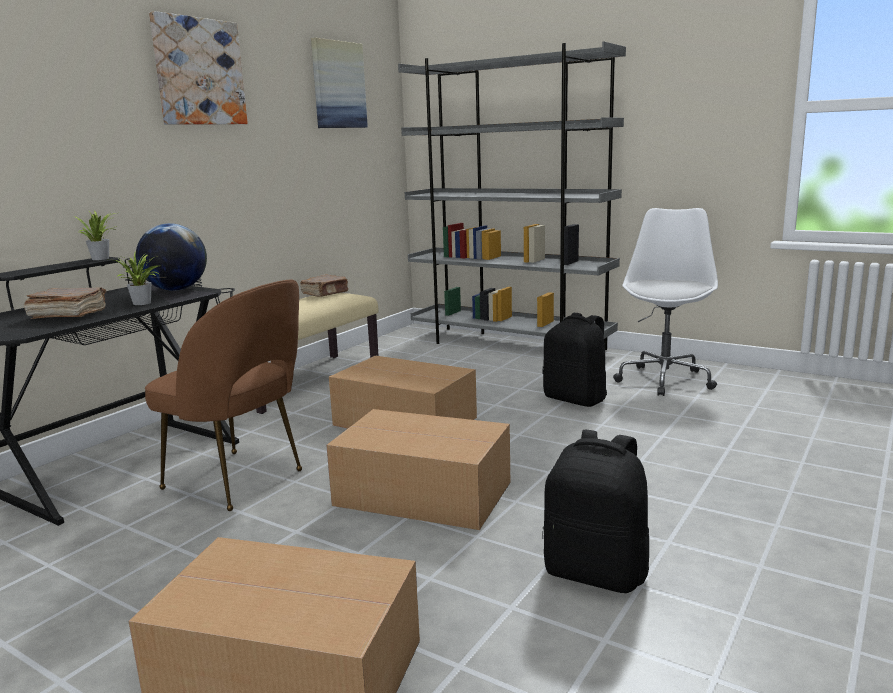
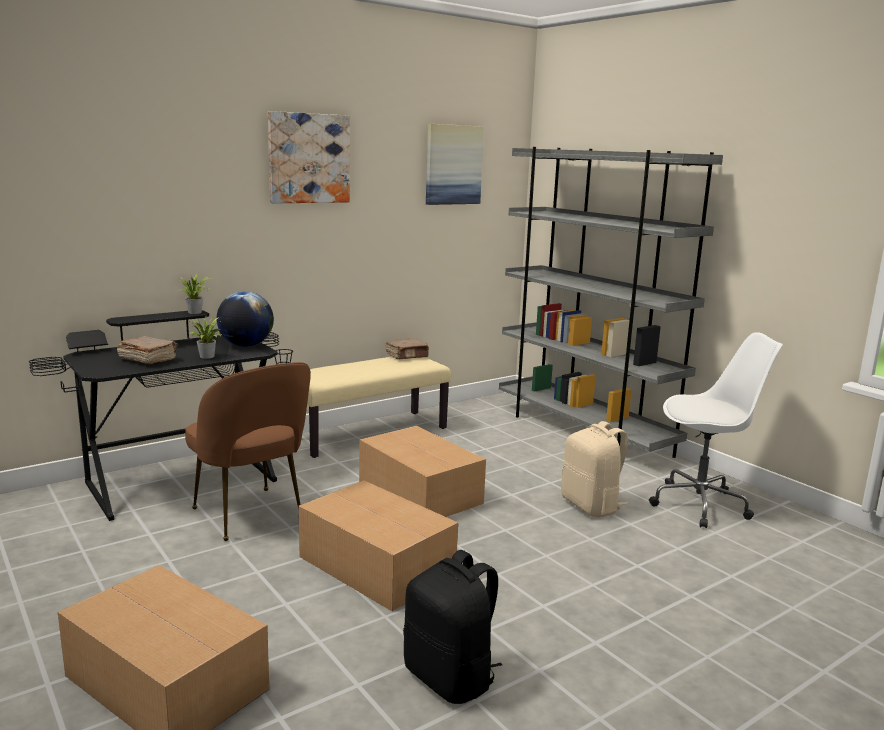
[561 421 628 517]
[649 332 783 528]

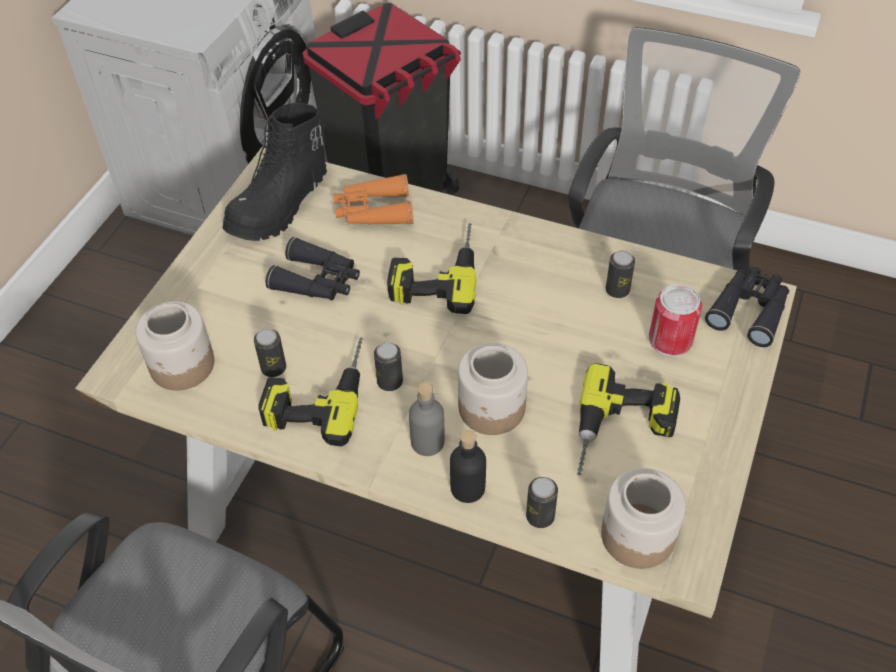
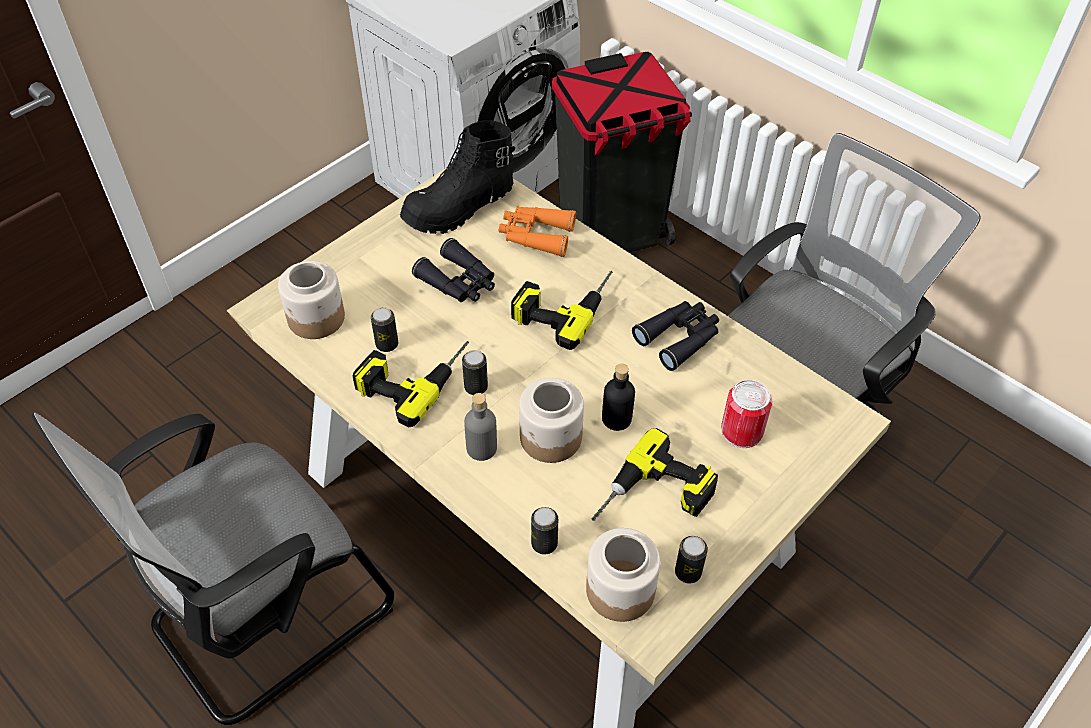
[602 363 635 431]
[675 536 708 583]
[632 301 719 371]

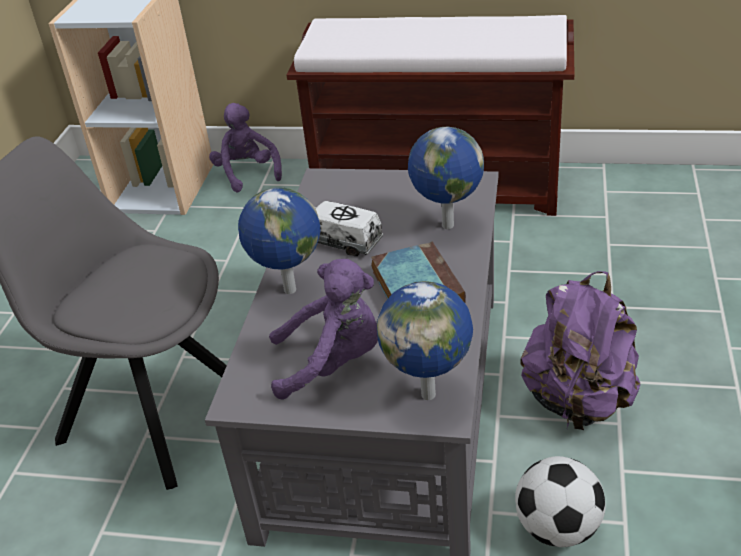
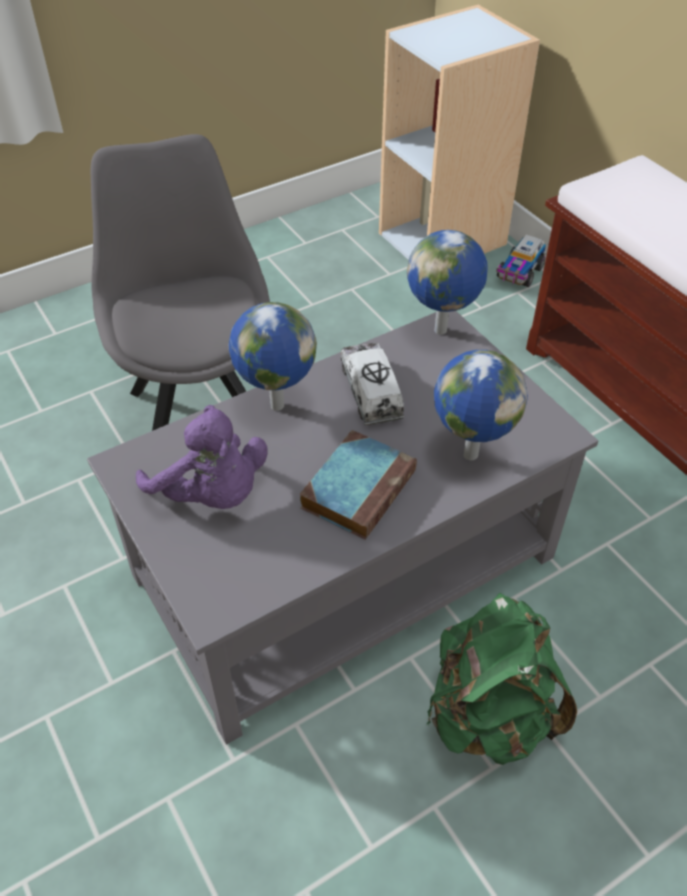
[515 456 606 547] (first image)
[407 230 488 335]
[496 235 546 287]
[427 593 577 765]

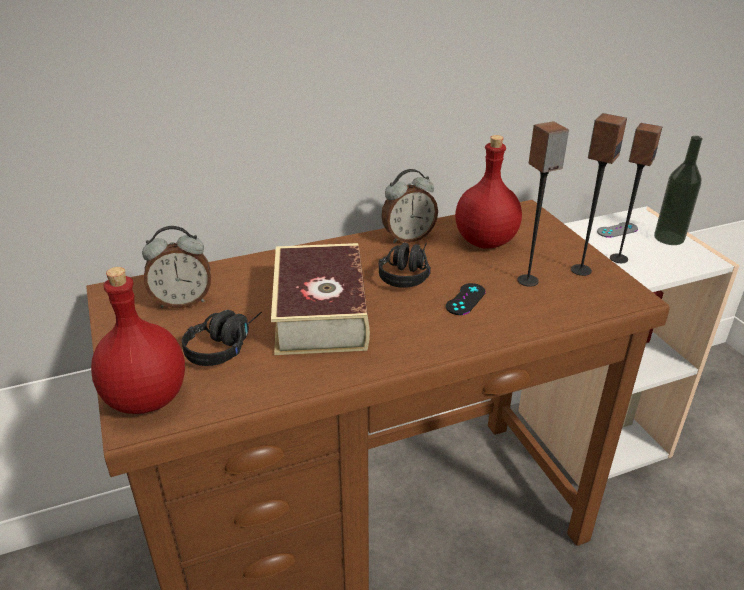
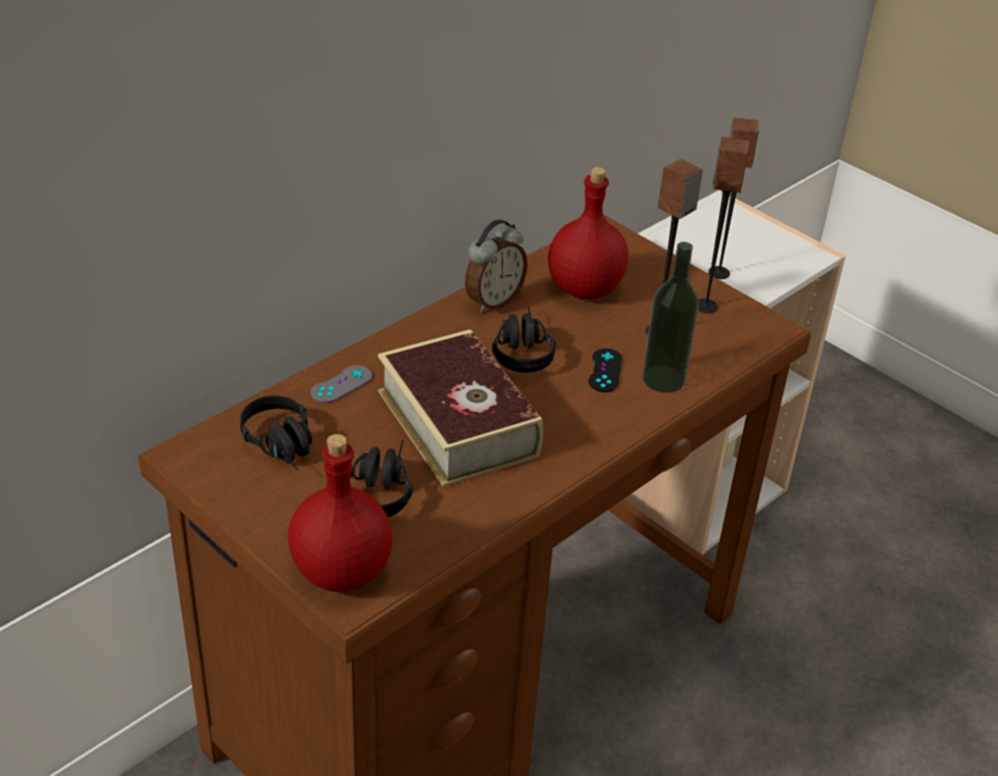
[311 365 372 403]
[642 242 699 393]
[240 396 312 471]

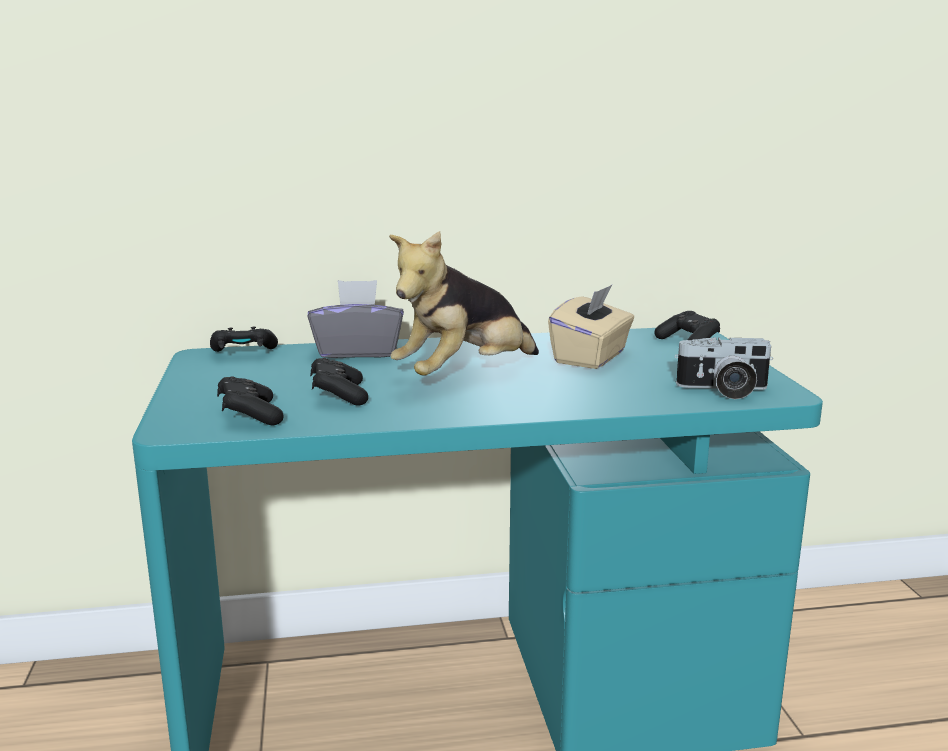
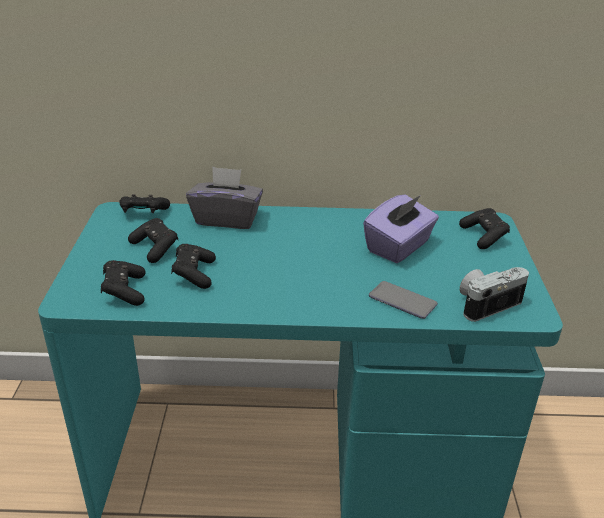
[389 231 539 375] (first image)
[128 218 178 263]
[369 281 438 319]
[363 194 439 263]
[460 267 529 322]

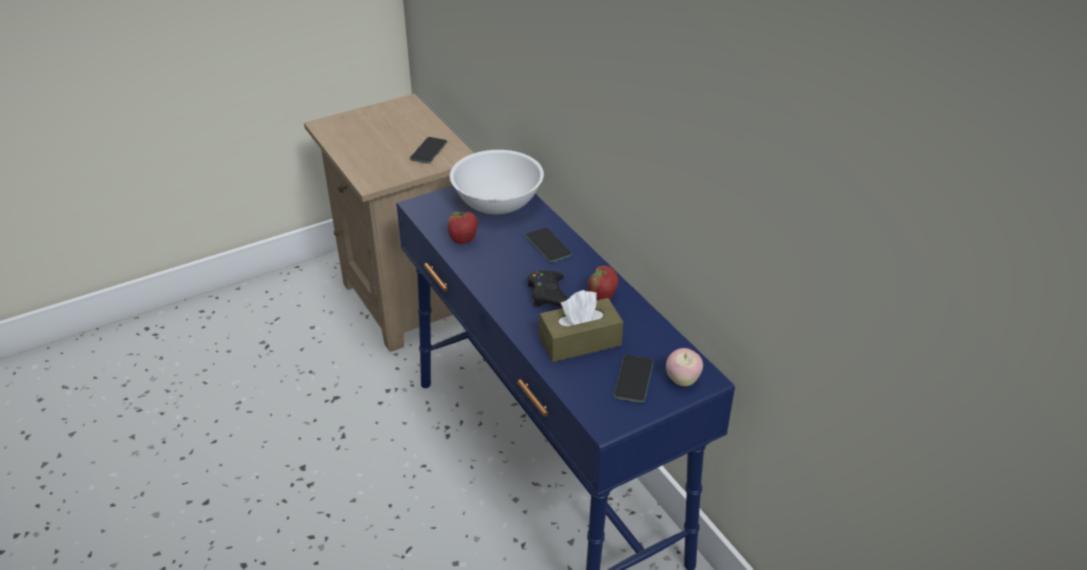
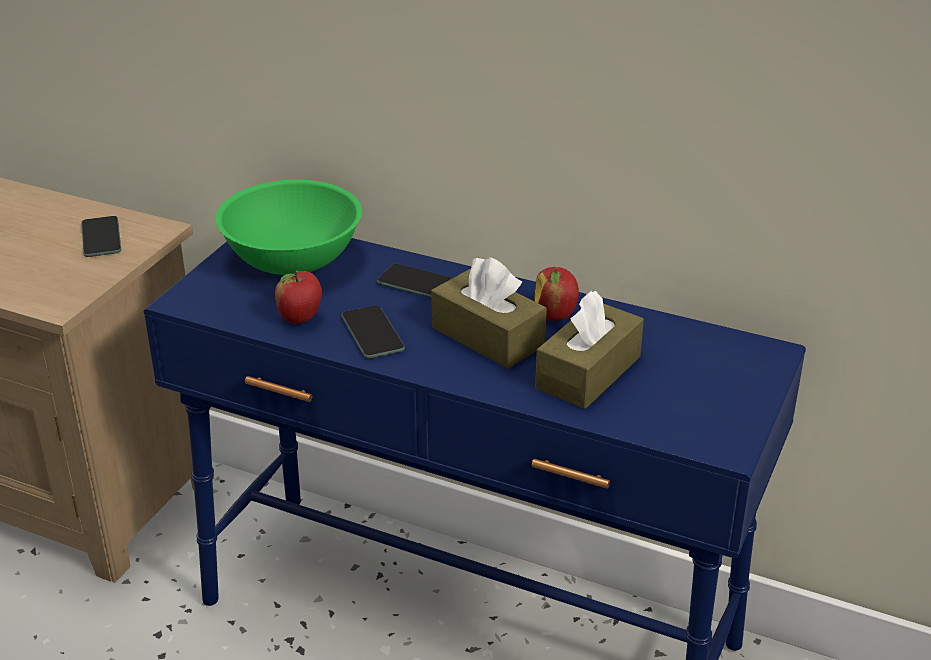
[666 348 703 387] (first image)
[341 305 405 359]
[431 257 547 369]
[215 180 362 275]

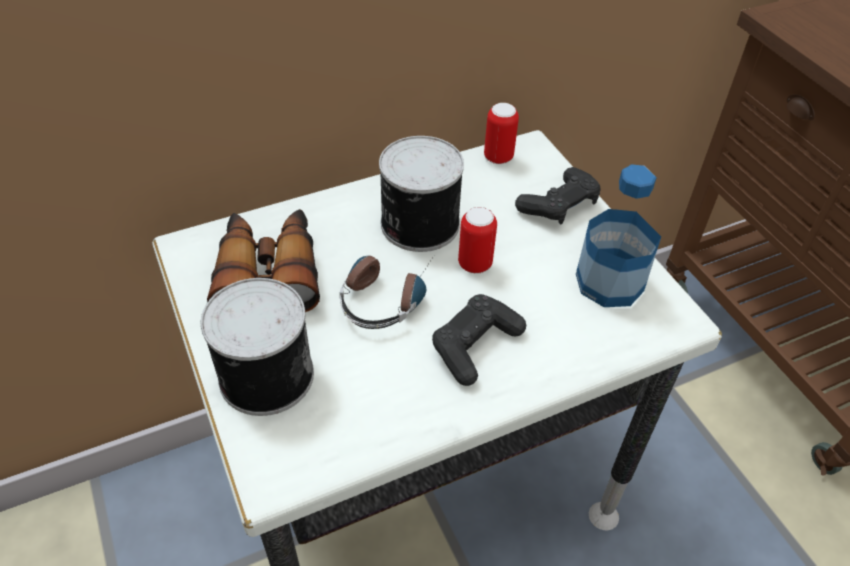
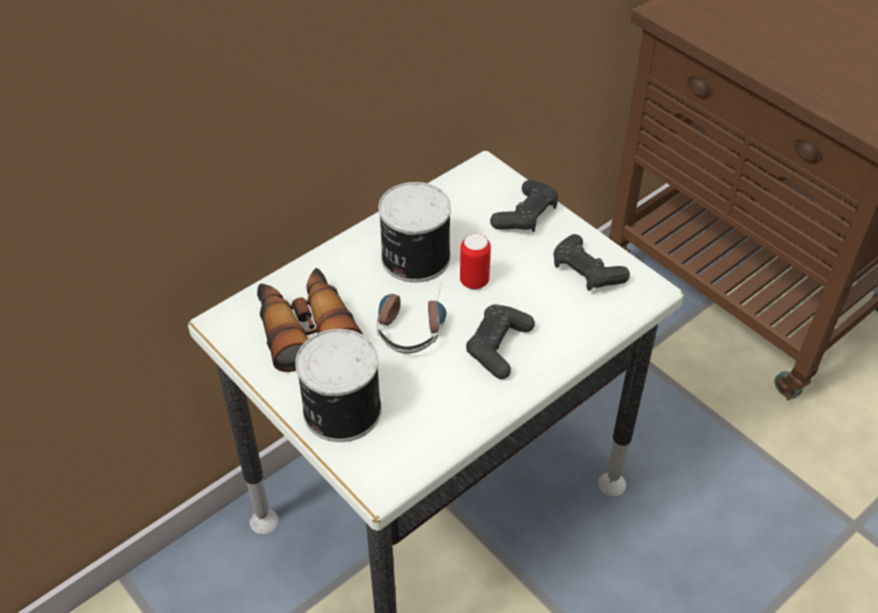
[484 103 519 164] (first image)
[554 234 630 291]

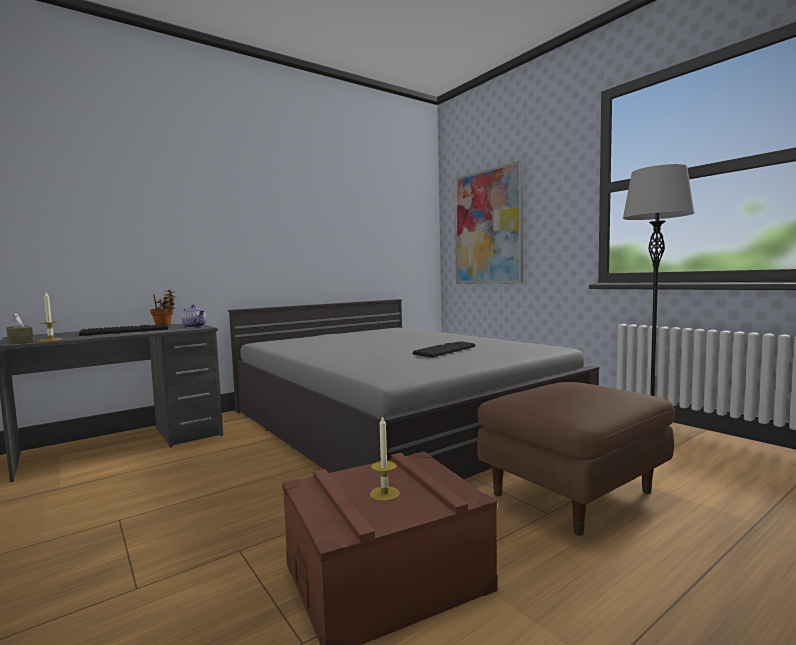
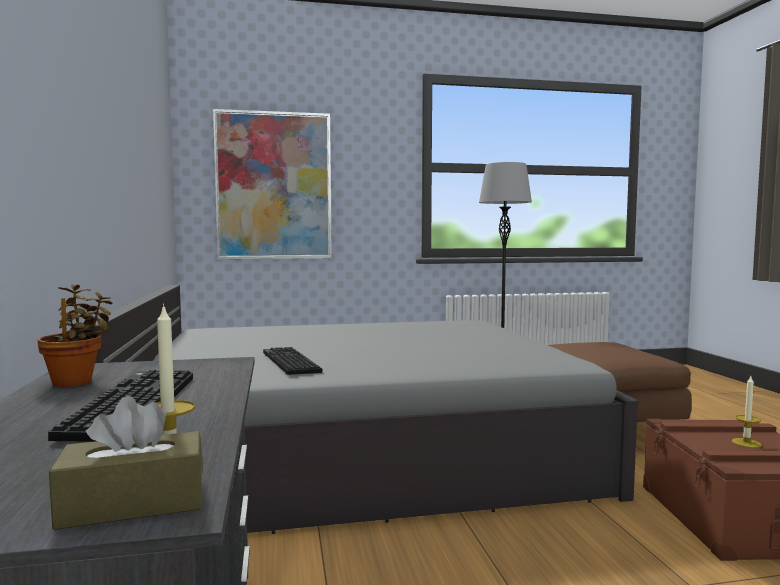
[181 304 207 328] (first image)
[263 347 322 375]

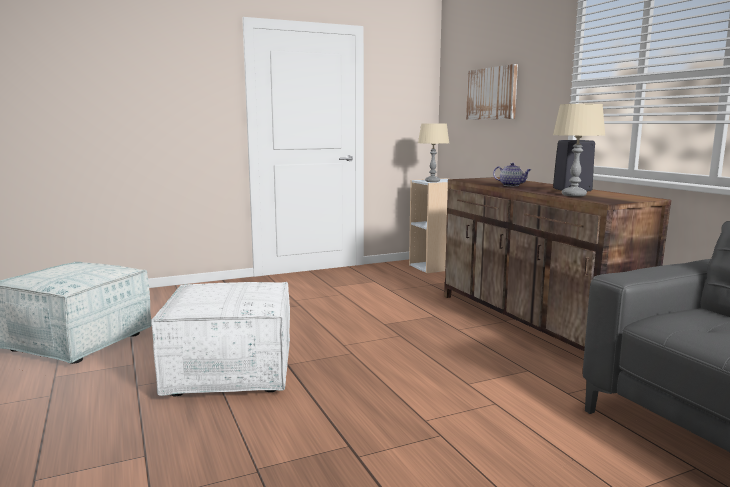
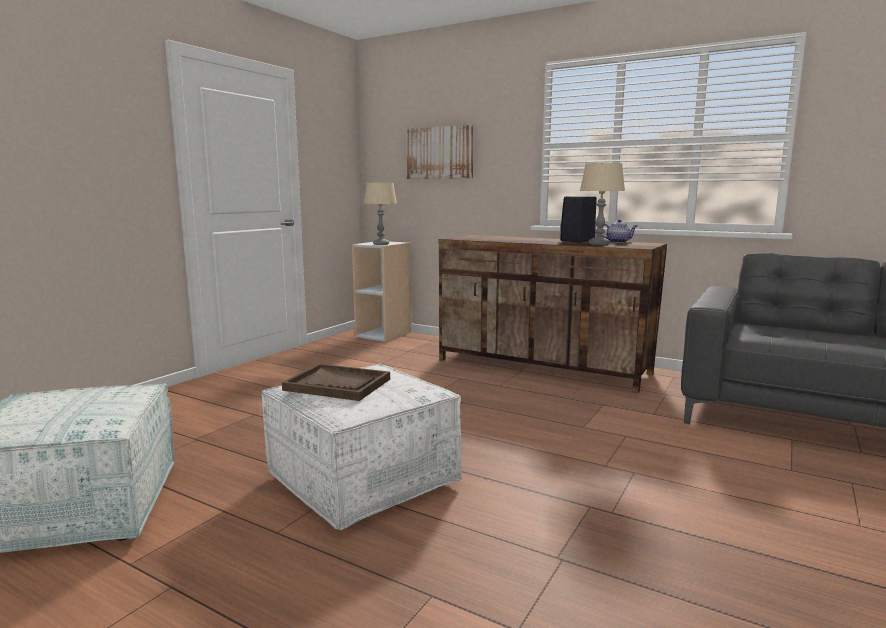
[282 364 390 401]
[602 220 637 243]

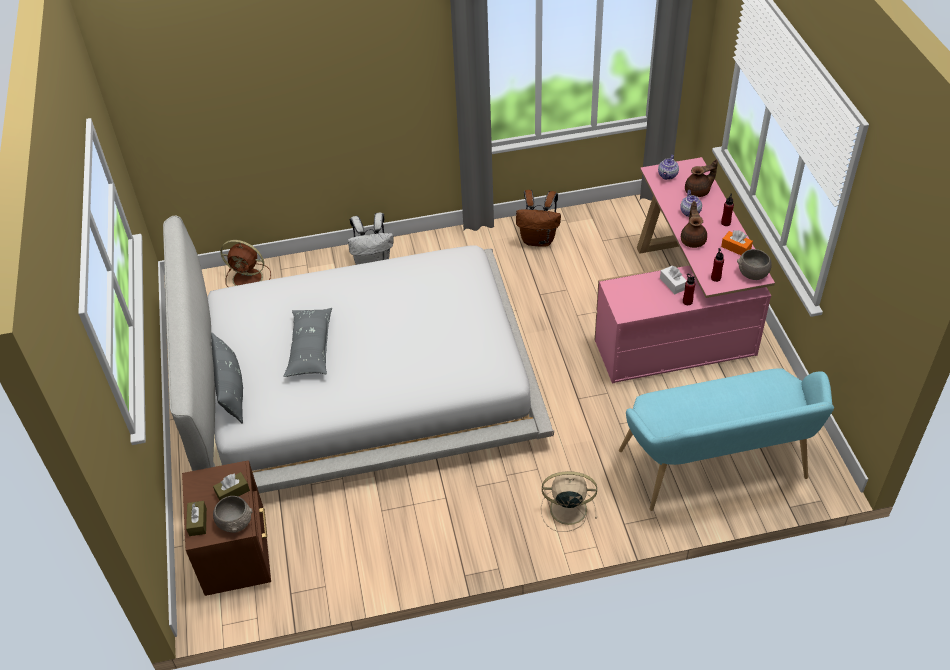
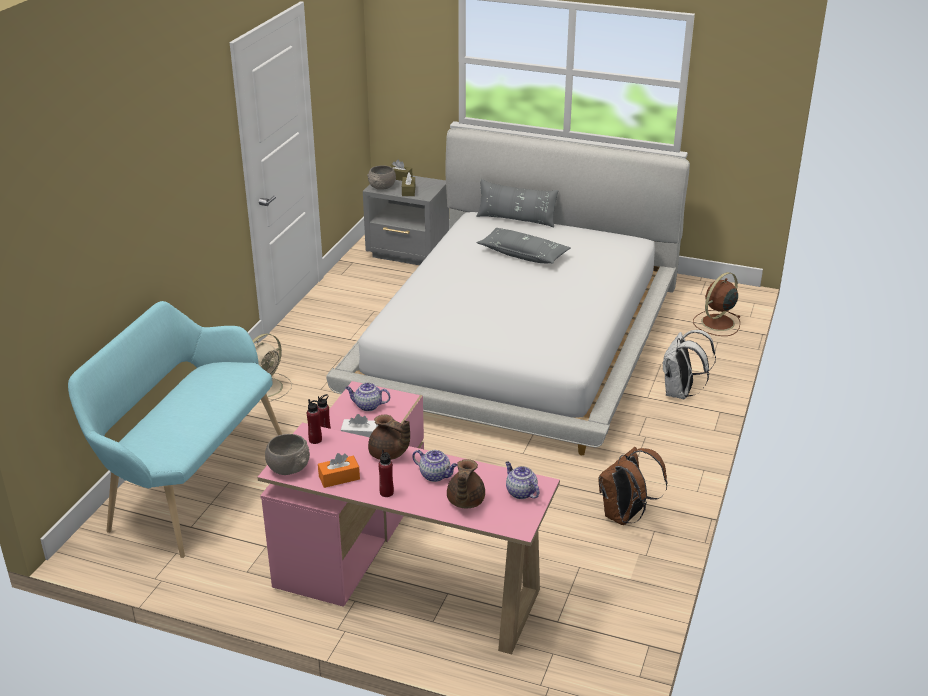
[346 383 390 411]
[363 176 449 265]

